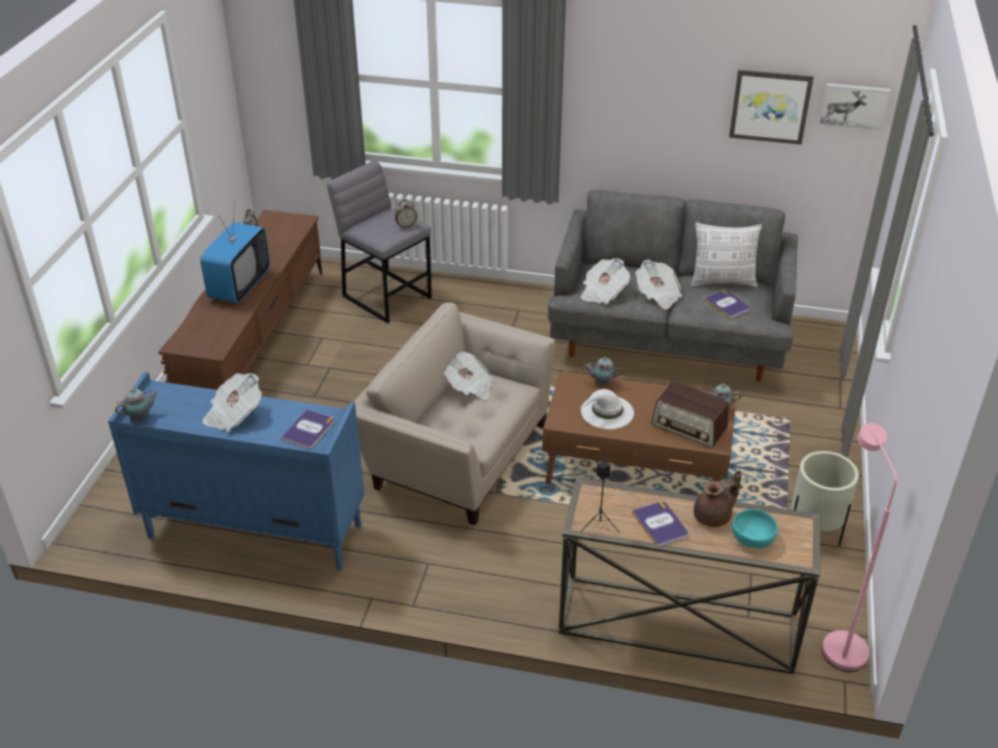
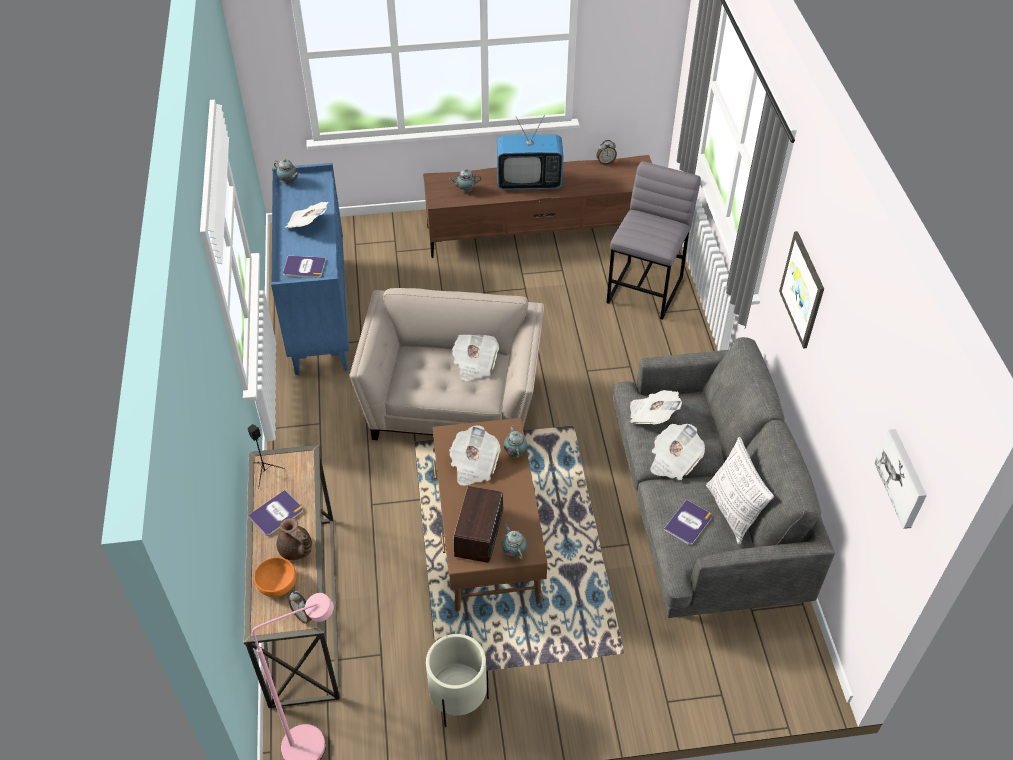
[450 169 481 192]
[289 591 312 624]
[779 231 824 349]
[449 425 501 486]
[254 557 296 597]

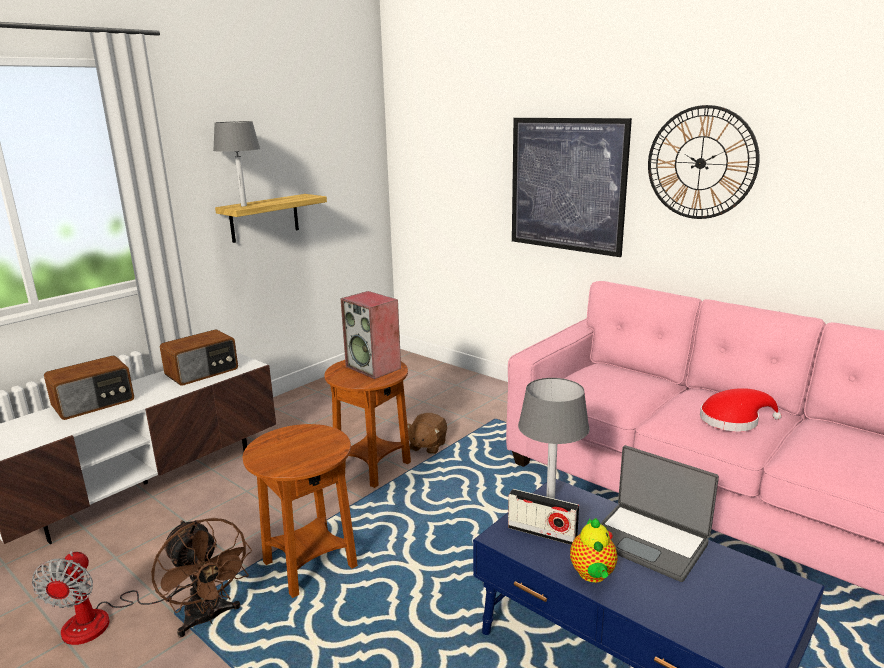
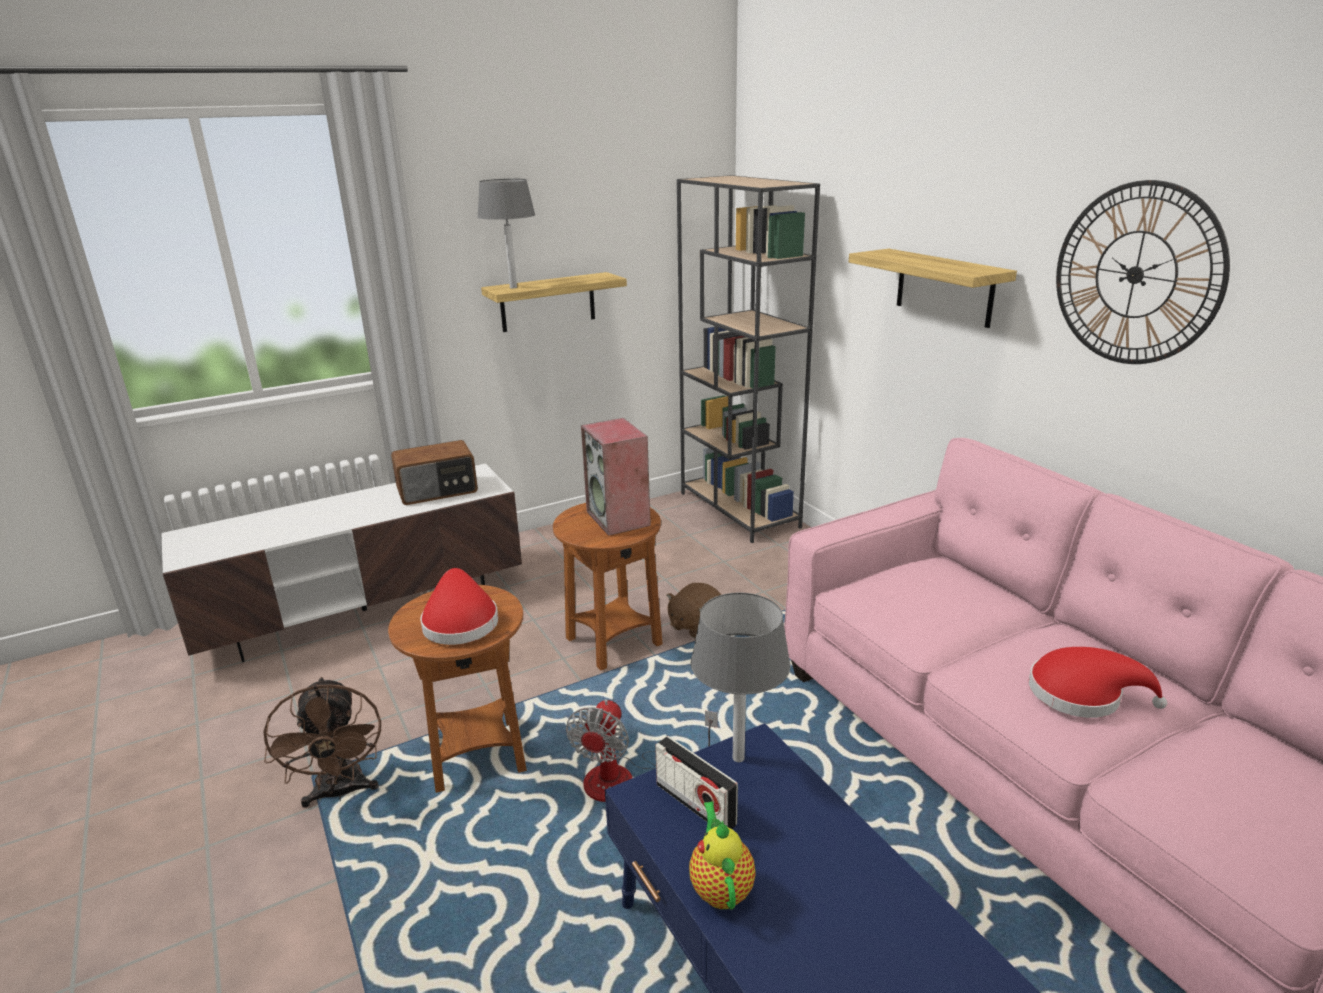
[44 356 134 420] (first image)
[600 445 719 582] (first image)
[420 568 498 645]
[677 175 820 543]
[566 699 718 802]
[849 249 1017 328]
[689 801 756 910]

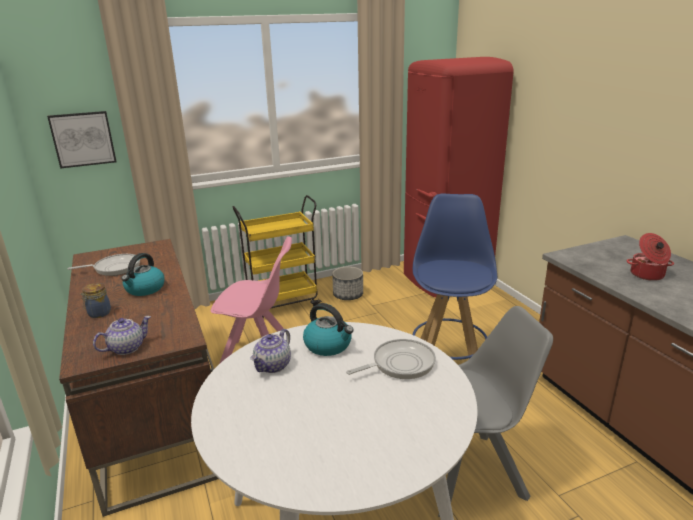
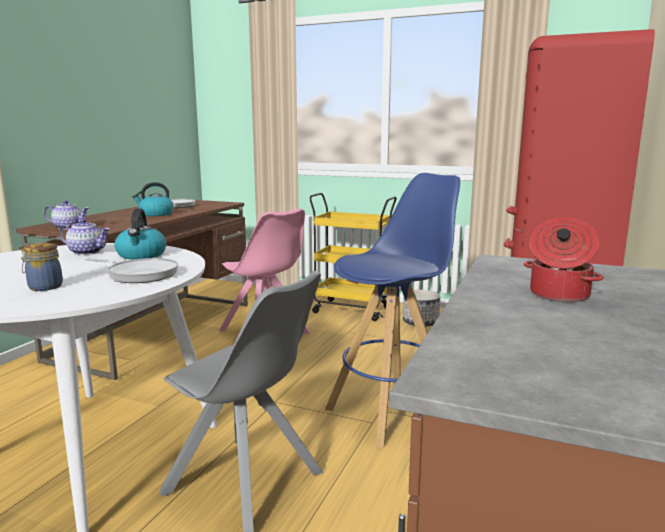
[47 111 117 169] (first image)
[20 243 63 291]
[59 219 110 255]

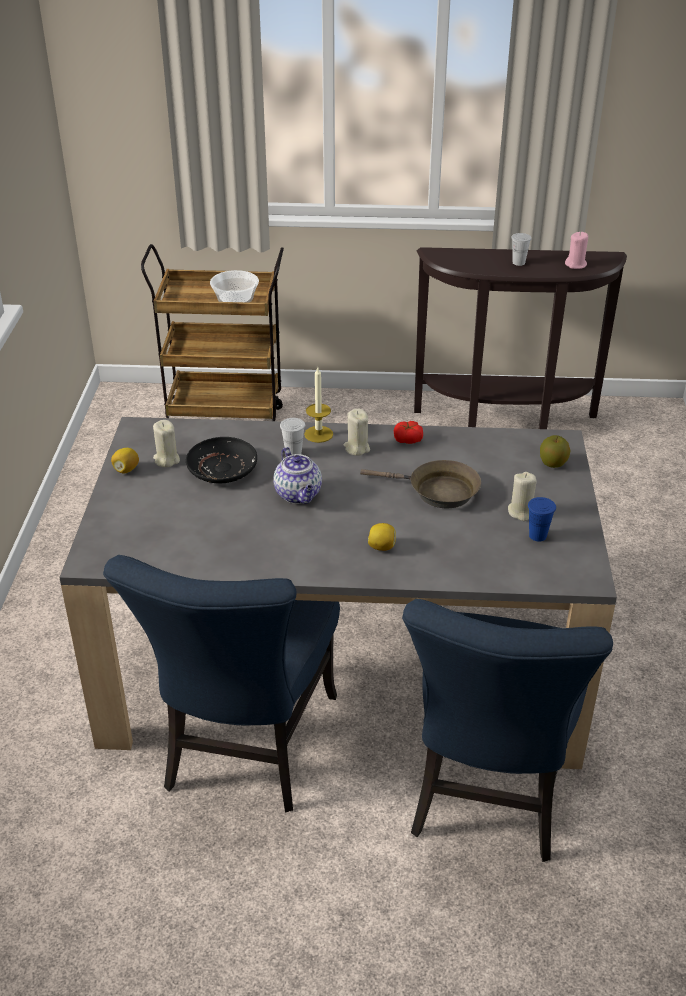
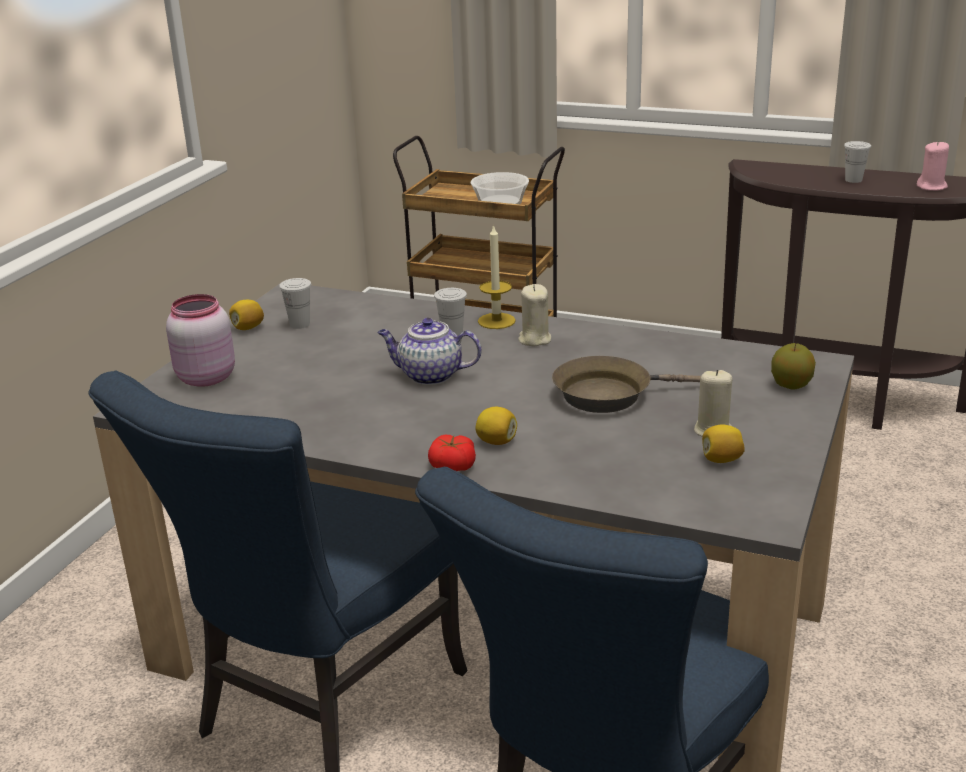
[186 437 257 483] (first image)
[166 294 235 387]
[428 435 476 471]
[279 278 311 329]
[702 424 745 463]
[377 318 481 385]
[552 356 701 413]

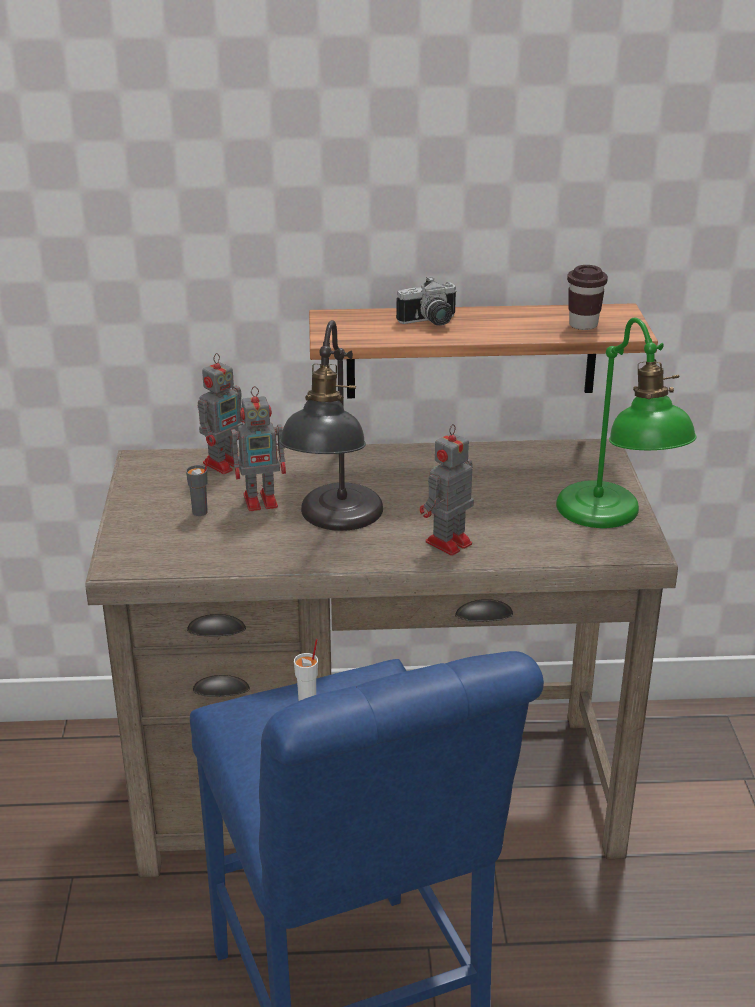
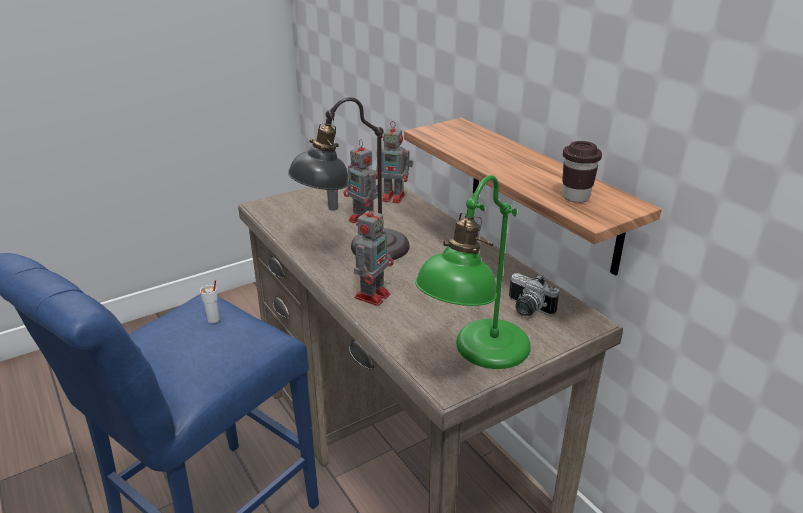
[509 273 560 316]
[354 203 394 306]

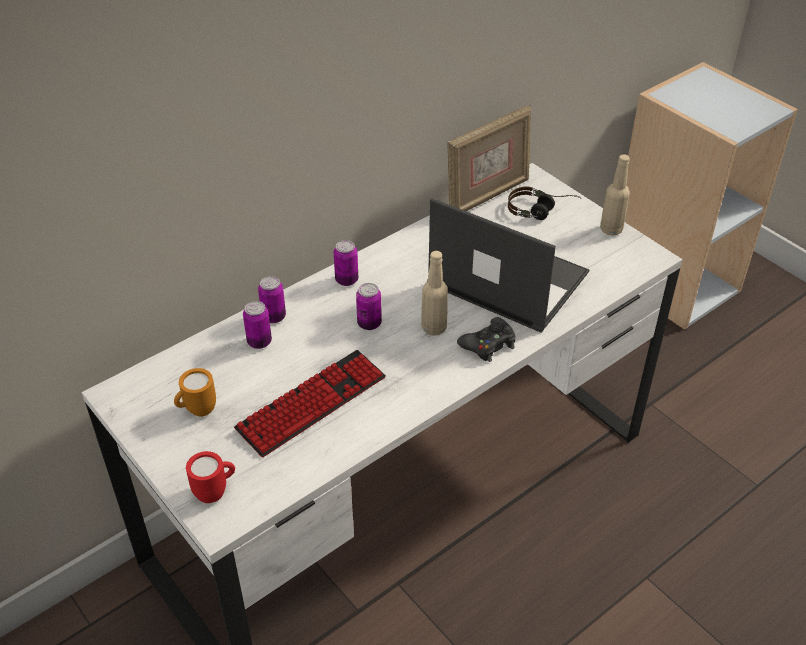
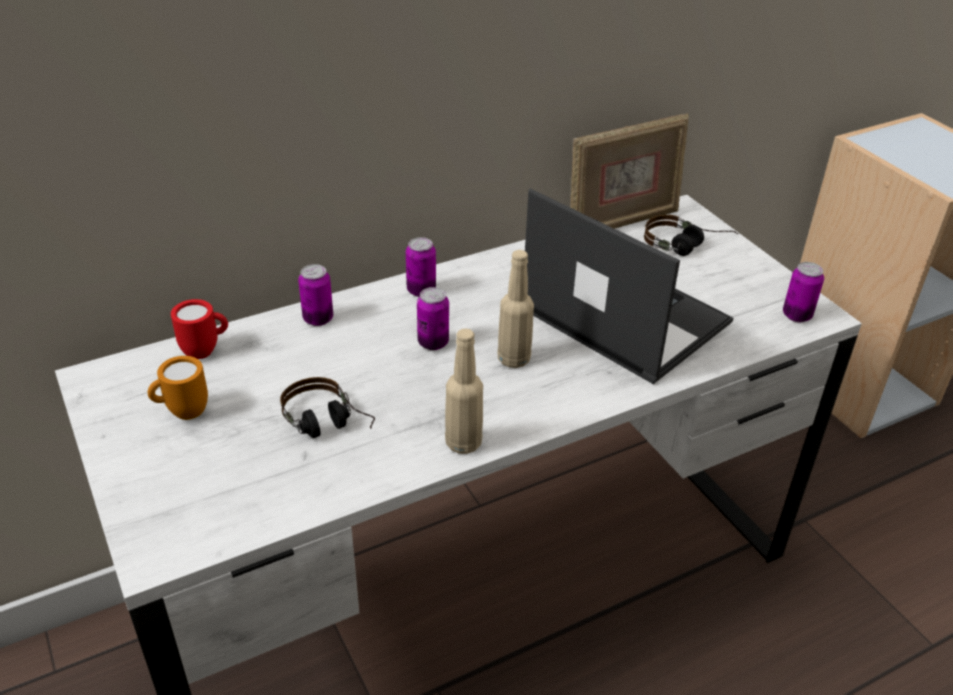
[457 317 516 362] (first image)
[171 299 228 359]
[783 262 824 322]
[445 328 483 454]
[280 377 375 438]

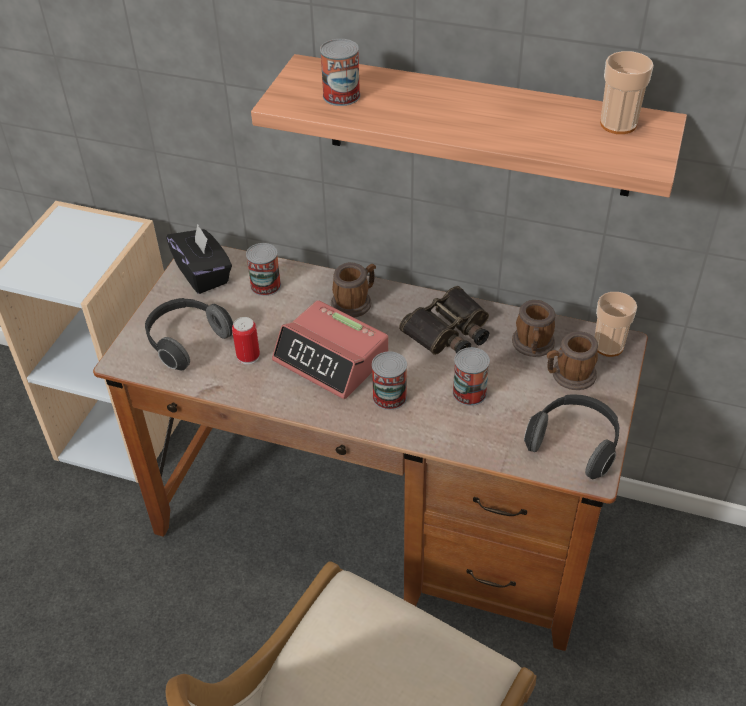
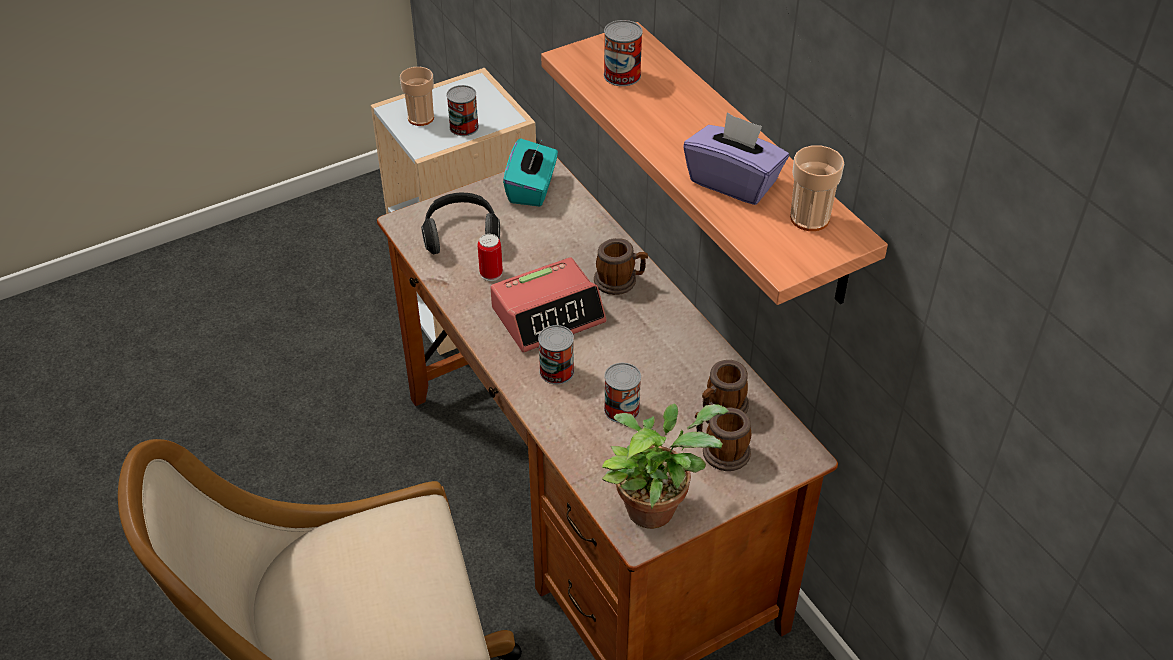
[399 286 489 355] (first image)
[683 112 789 205]
[447 85 479 136]
[400 67 434 126]
[602 403 729 529]
[503 138 558 207]
[490 257 606 353]

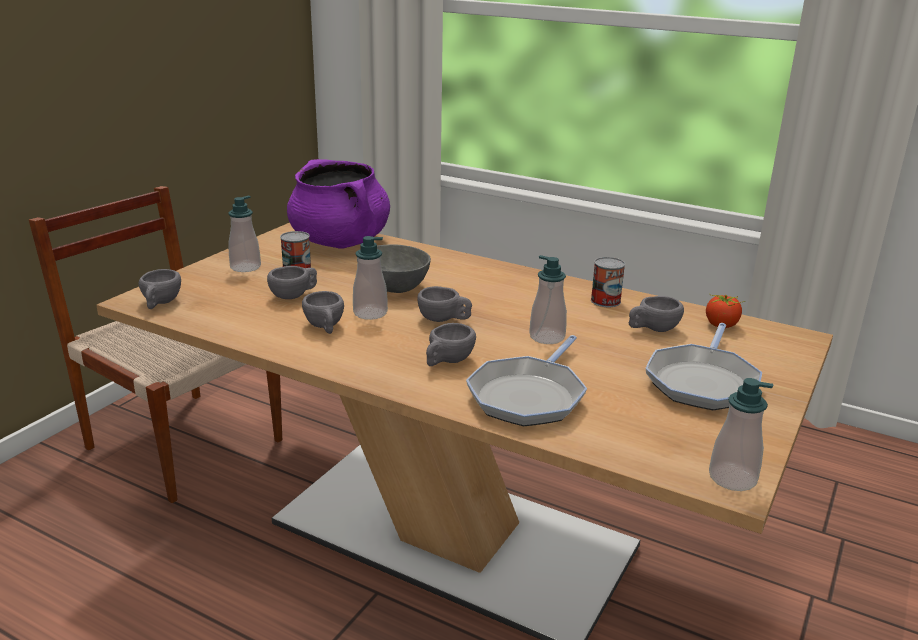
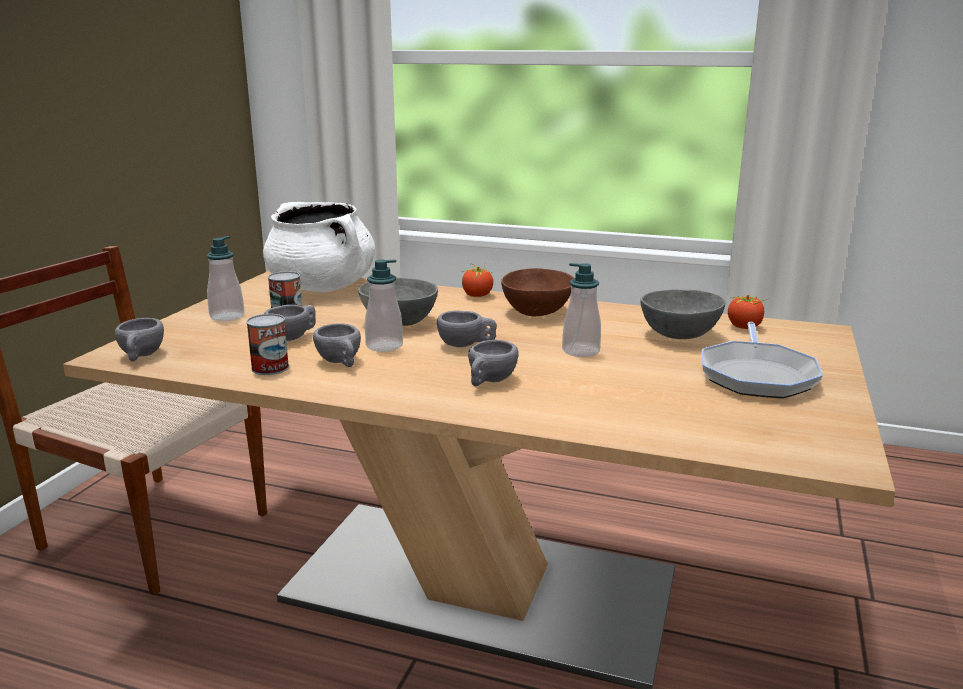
[466 335 587 426] (first image)
[709 378 773 491] (first image)
[462 264 493 297]
[501 268 574 316]
[246 314 289 375]
[641 290 725 339]
[263 202 375 292]

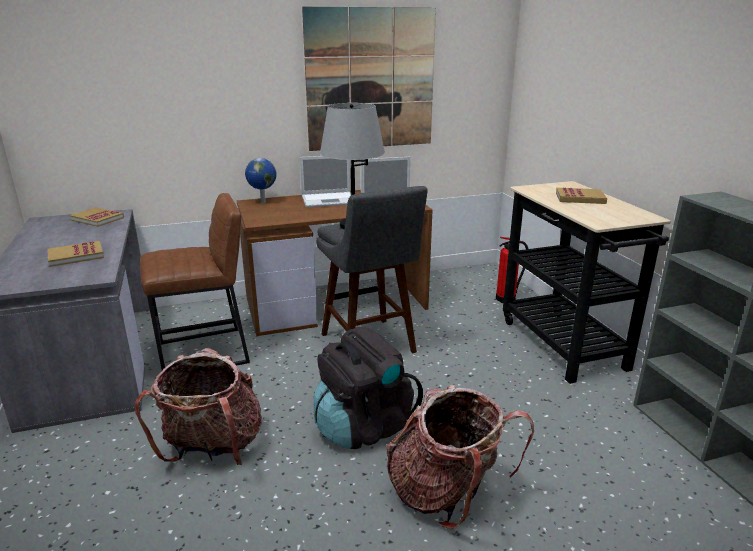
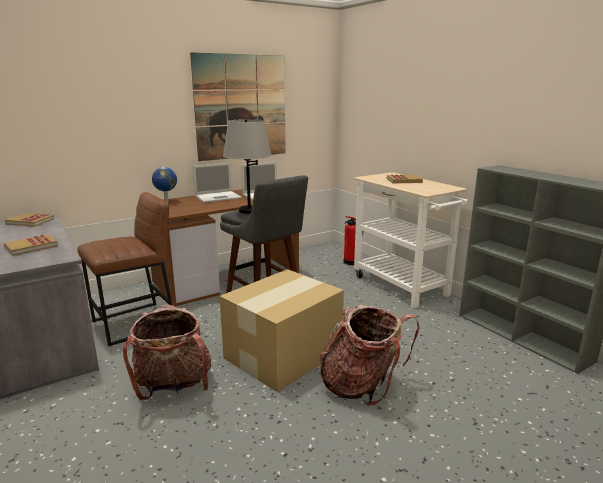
[219 269 344 392]
[354 172 468 308]

